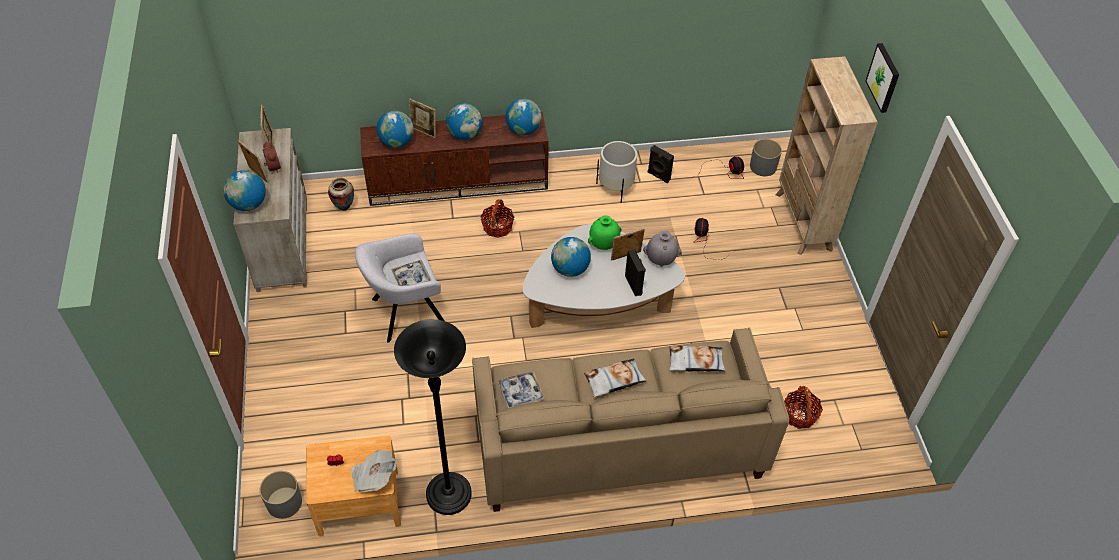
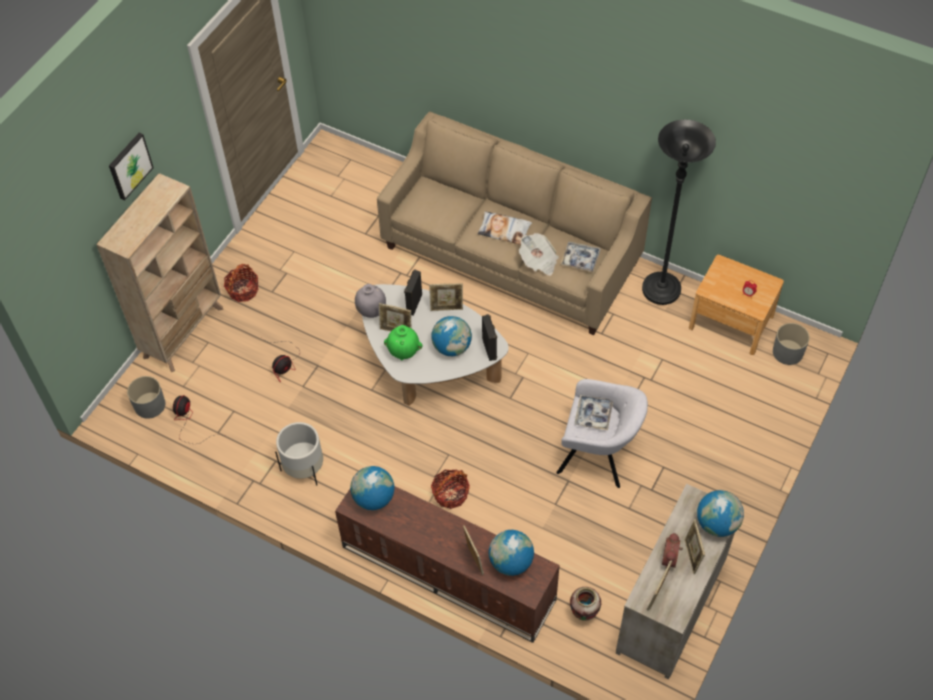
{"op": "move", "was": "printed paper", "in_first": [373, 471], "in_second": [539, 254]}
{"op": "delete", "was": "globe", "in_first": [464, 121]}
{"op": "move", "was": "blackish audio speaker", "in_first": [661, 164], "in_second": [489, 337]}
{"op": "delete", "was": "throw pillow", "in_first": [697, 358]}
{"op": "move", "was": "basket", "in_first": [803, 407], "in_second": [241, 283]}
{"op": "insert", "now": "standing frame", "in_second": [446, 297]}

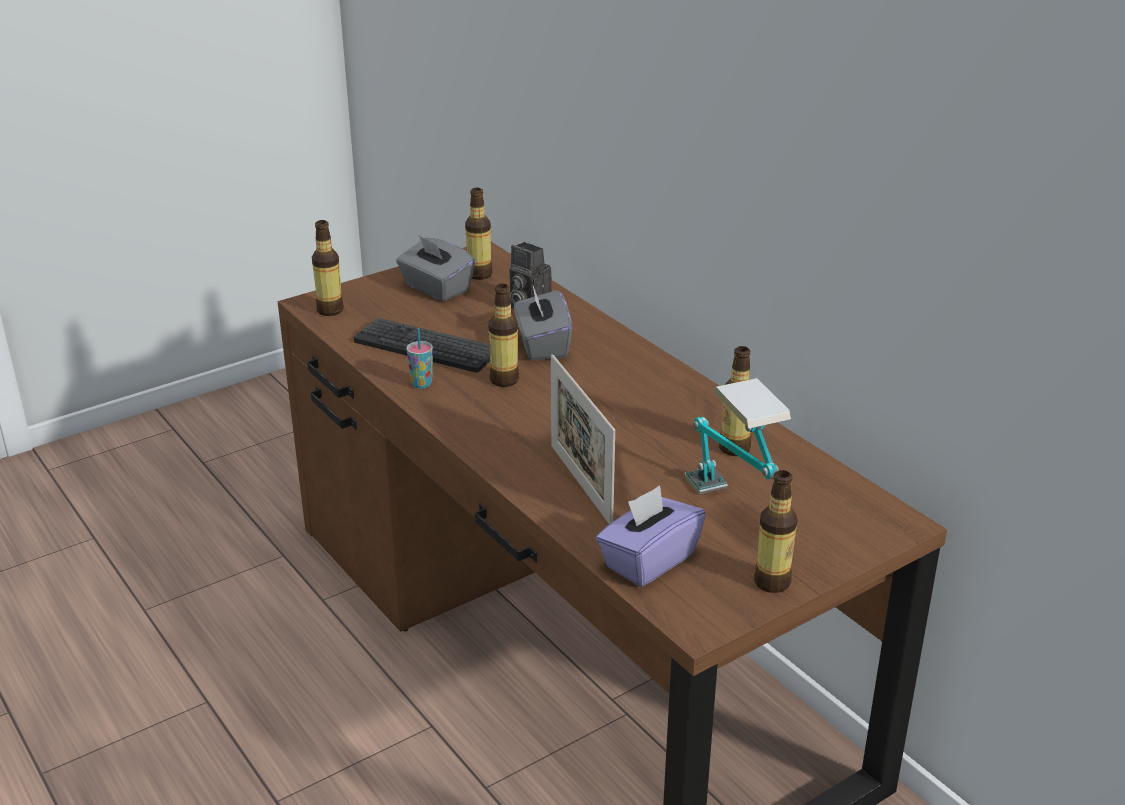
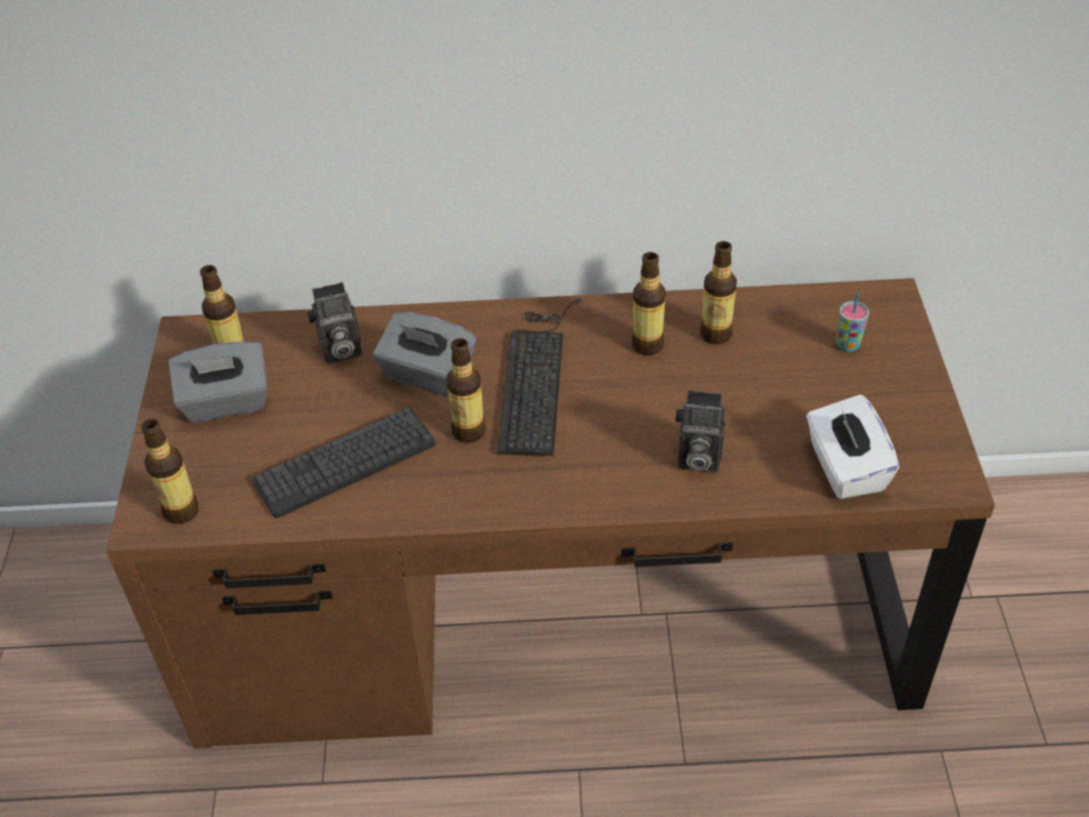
{"op": "move", "was": "small cup", "in_first": [419, 358], "in_second": [853, 322]}
{"op": "replace", "was": "standing frame", "now": "still camera", "in_first": [583, 439], "in_second": [700, 431]}
{"op": "recolor", "was": "purple box of tissues", "now": "white box of tissues", "in_first": [651, 536], "in_second": [852, 446]}
{"op": "delete", "was": "tabletop lamp", "in_first": [738, 436]}
{"op": "move", "was": "beverage bottle", "in_first": [775, 531], "in_second": [649, 303]}
{"op": "insert", "now": "keyboard", "in_second": [539, 377]}

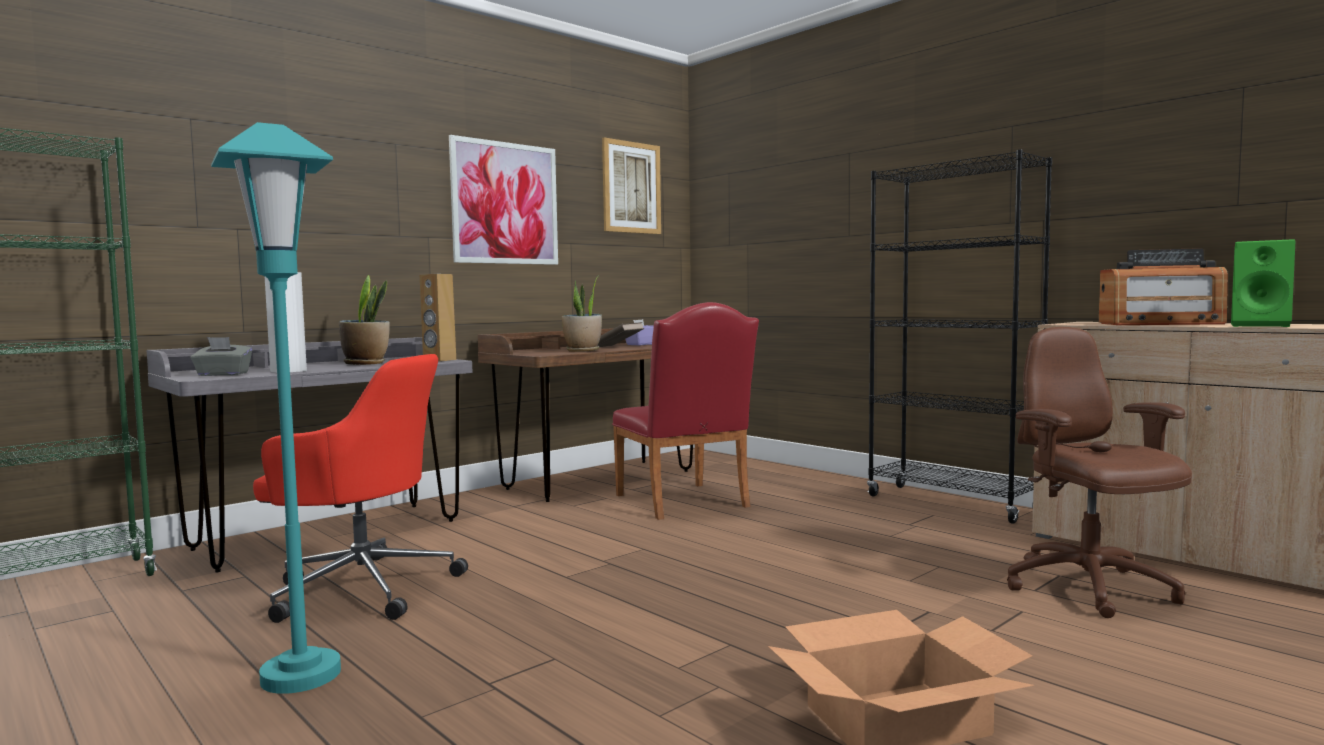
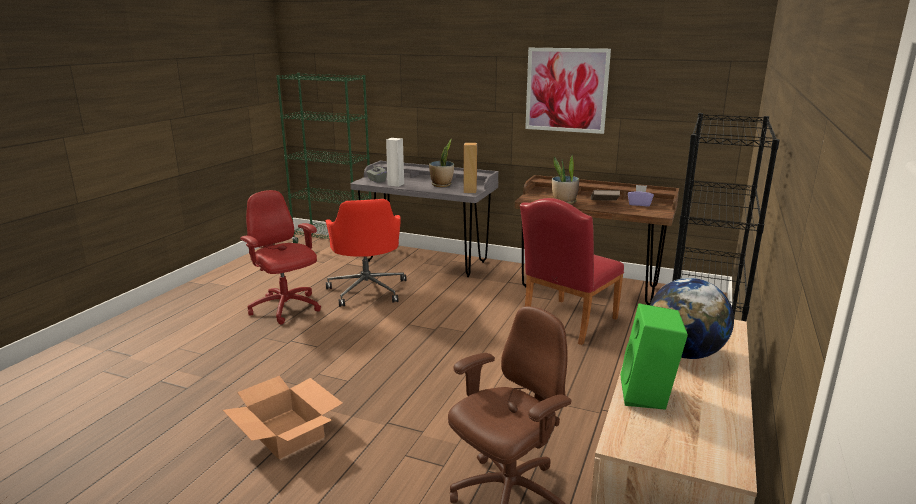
{"op": "replace", "was": "blue-green standing lamp", "now": "red office chair", "in_first": [276, 408], "in_second": [280, 257]}
{"op": "delete", "was": "wall art", "in_first": [631, 185]}
{"op": "replace", "was": "radio set", "now": "globe", "in_first": [1163, 286], "in_second": [692, 318]}

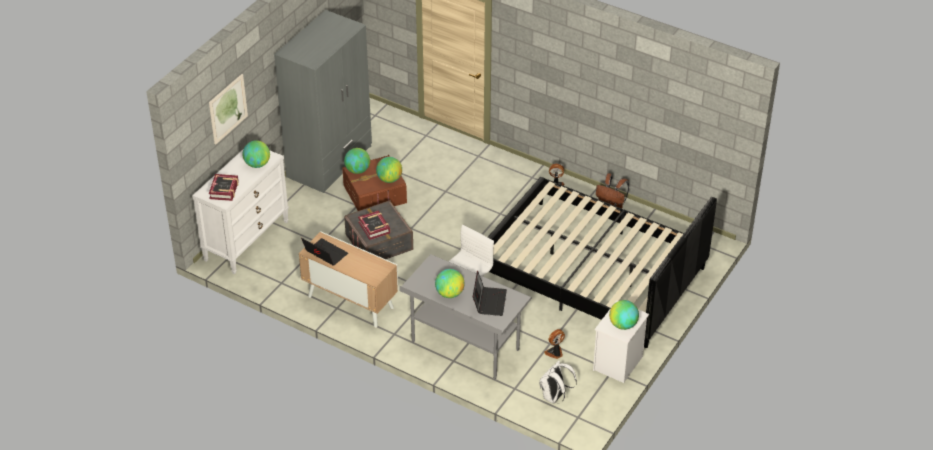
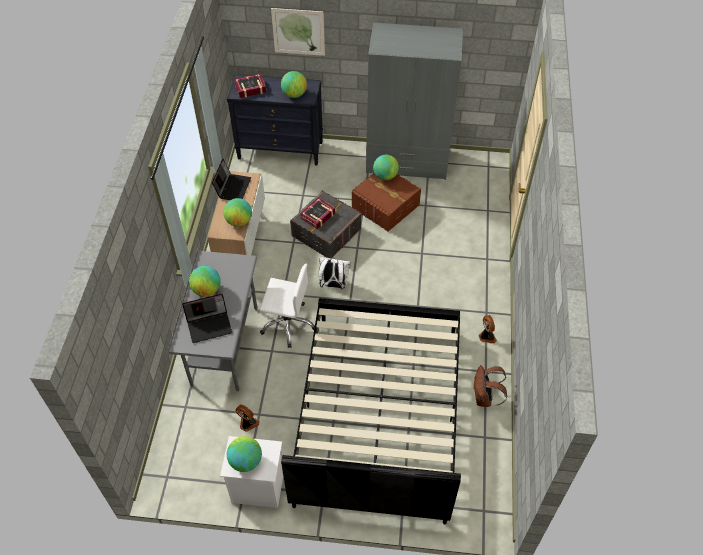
{"op": "recolor", "was": "white dresser", "now": "blackish dresser", "in_first": [240, 212], "in_second": [275, 119]}
{"op": "move", "was": "globe", "in_first": [389, 170], "in_second": [237, 212]}
{"op": "move", "was": "white backpack", "in_first": [558, 382], "in_second": [335, 273]}

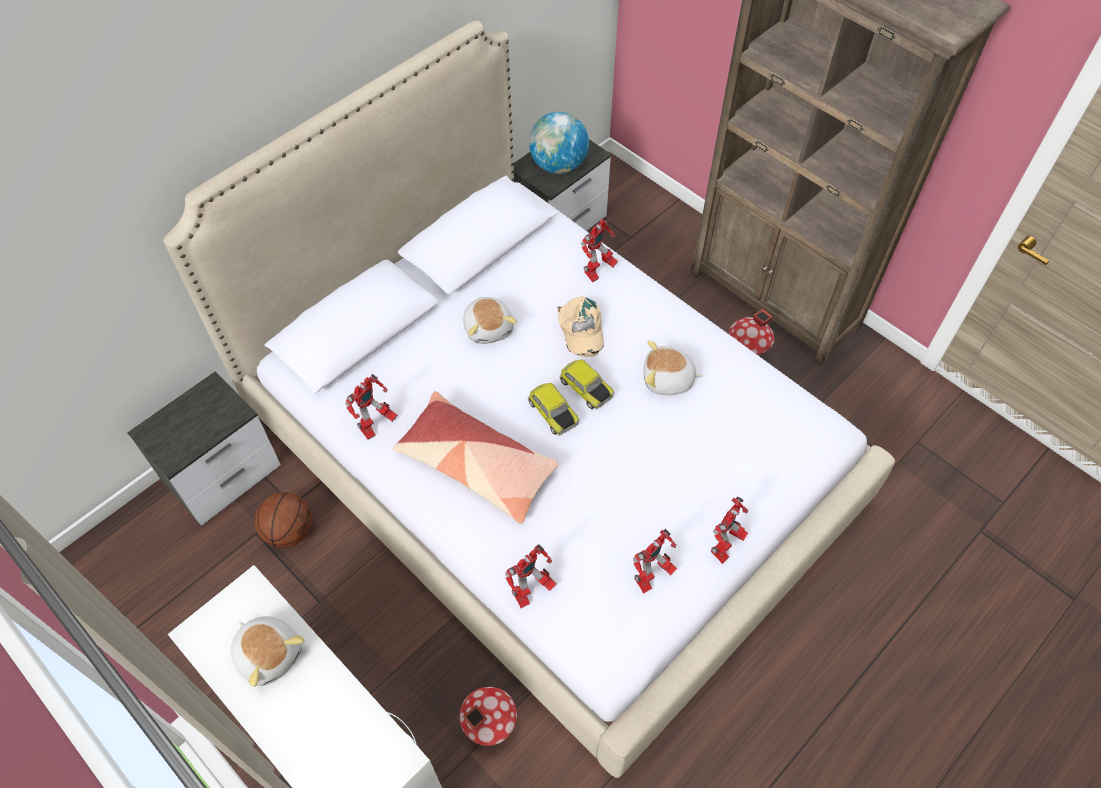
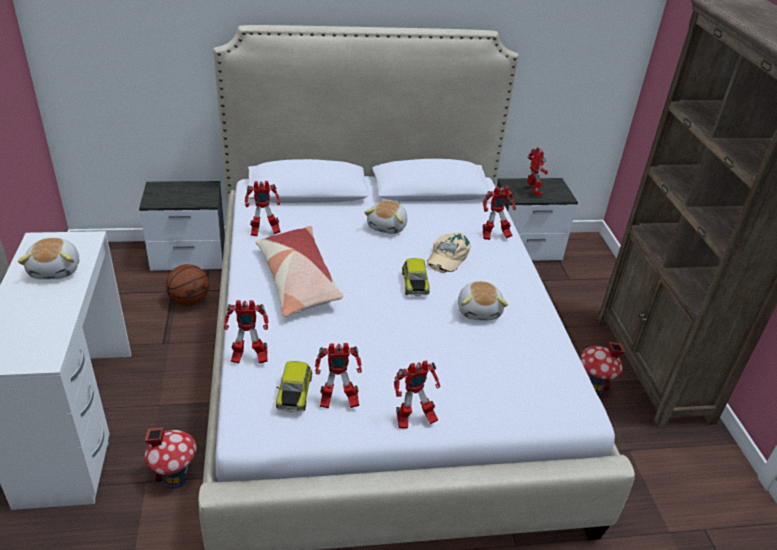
{"op": "move", "was": "toy car", "in_first": [553, 409], "in_second": [294, 386]}
{"op": "replace", "was": "globe", "now": "robot figure", "in_first": [559, 143], "in_second": [537, 171]}
{"op": "rotate", "was": "cuddly toy", "in_first": [673, 368], "in_second": [483, 301], "clockwise": -135}

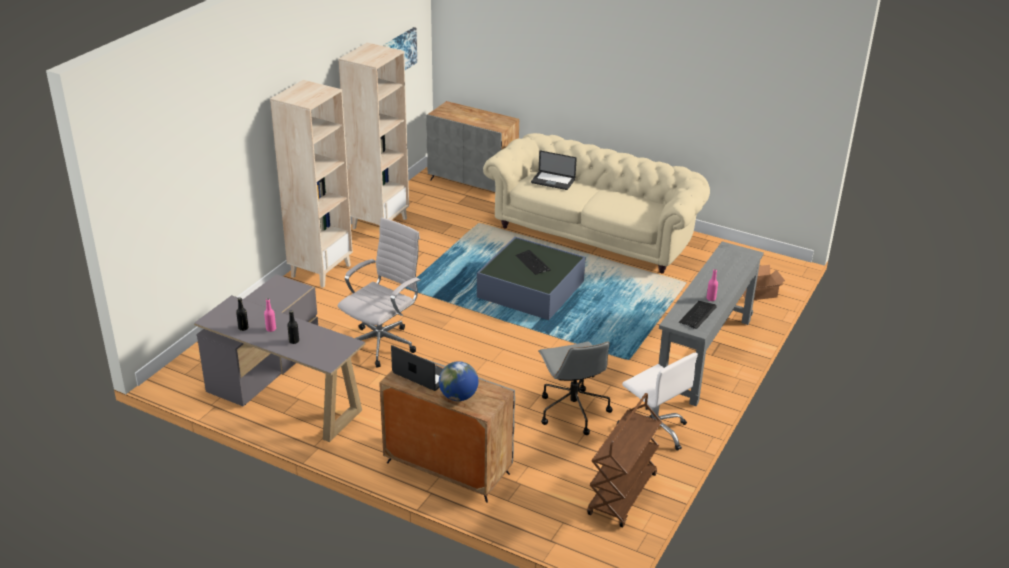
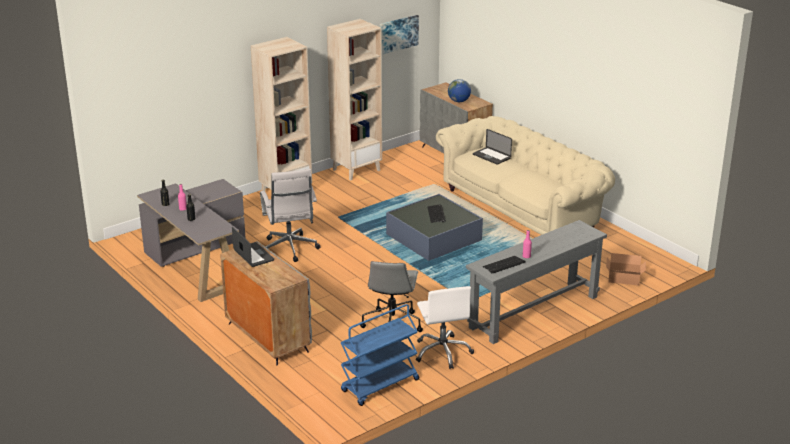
{"op": "rotate", "was": "white office chair", "in_first": [379, 292], "in_second": [290, 215], "clockwise": 105}
{"op": "move", "was": "globe", "in_first": [458, 381], "in_second": [459, 90]}
{"op": "recolor", "was": "brown-coloured wheeled cart", "now": "bluish wheeled cart", "in_first": [624, 460], "in_second": [380, 355]}

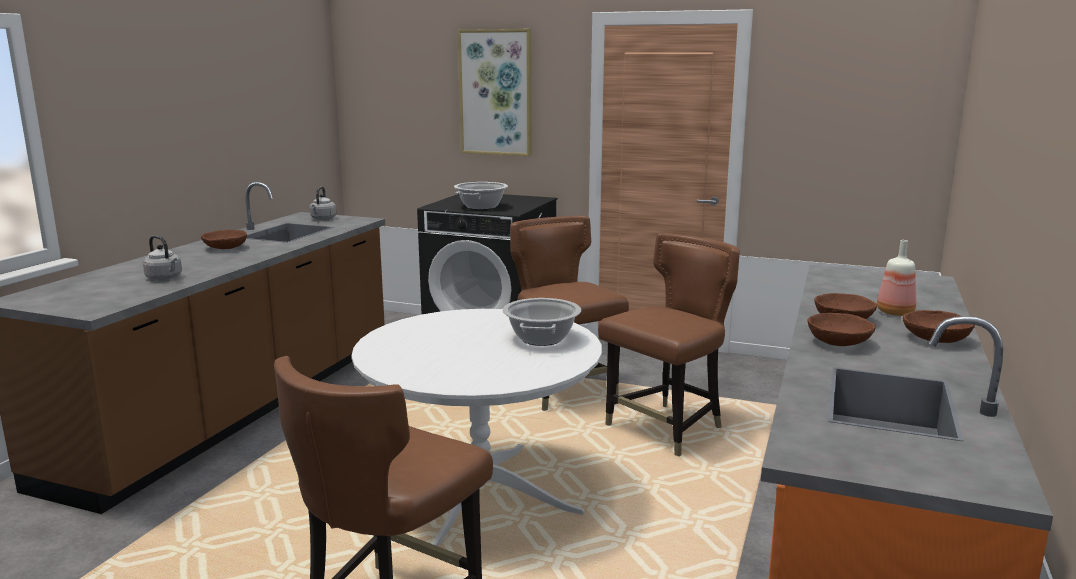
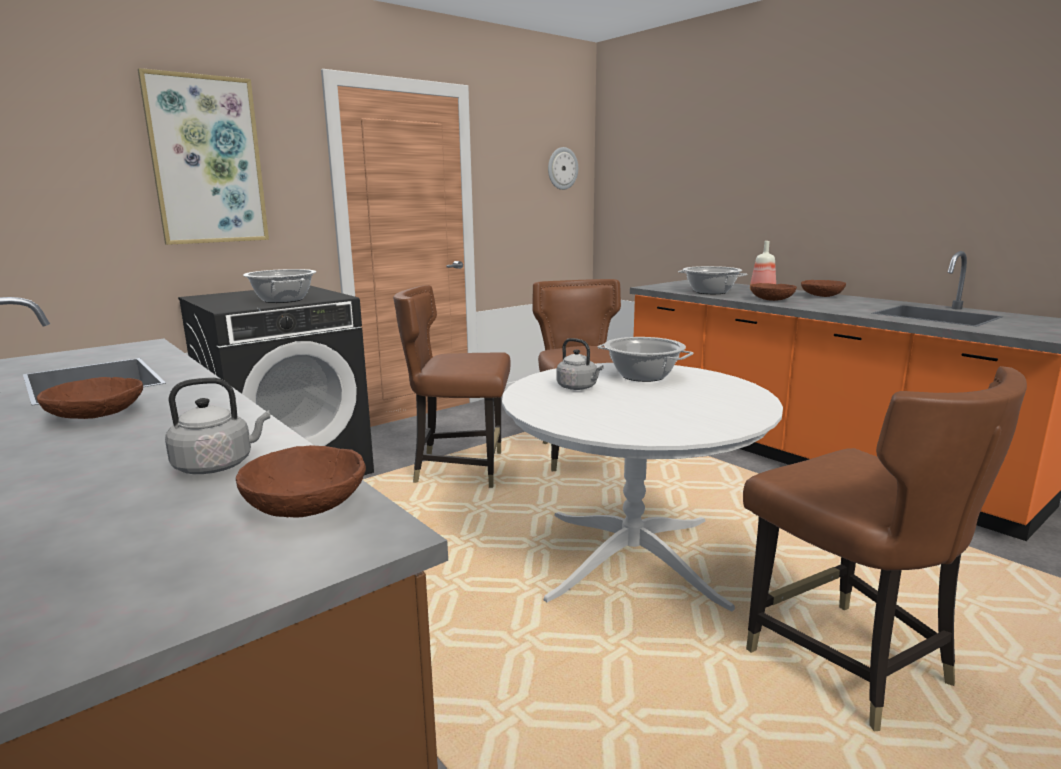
{"op": "move", "was": "gray water kettle", "in_first": [323, 203], "in_second": [580, 364]}
{"op": "move", "was": "brown-coloured serving bowl", "in_first": [842, 329], "in_second": [301, 481]}
{"op": "insert", "now": "wall clock", "in_second": [563, 168]}
{"op": "insert", "now": "cooking pot", "in_second": [713, 280]}

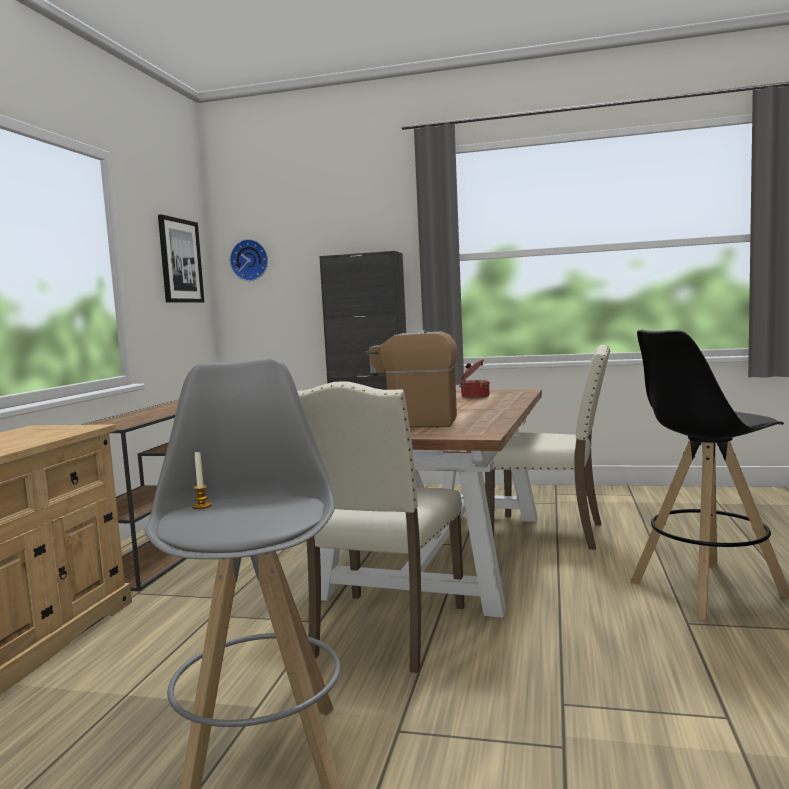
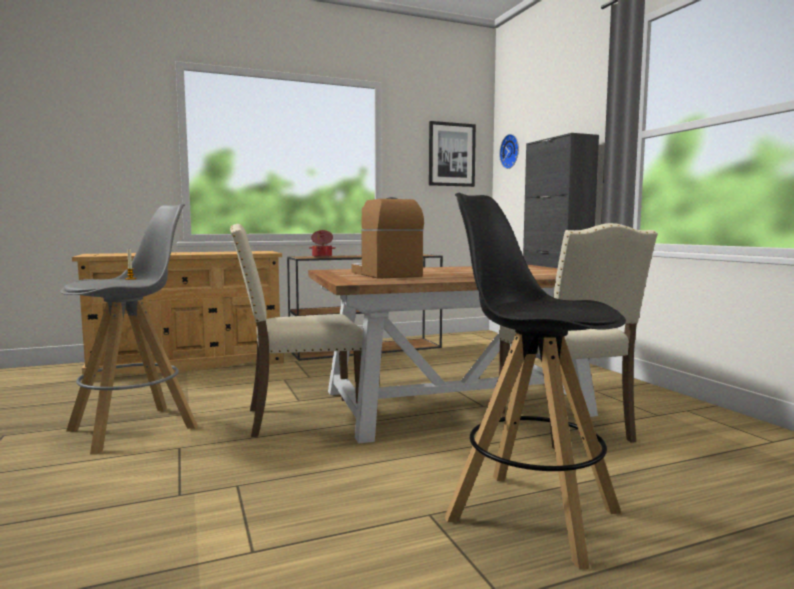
{"op": "move", "was": "cooking pot", "in_first": [474, 379], "in_second": [322, 243]}

